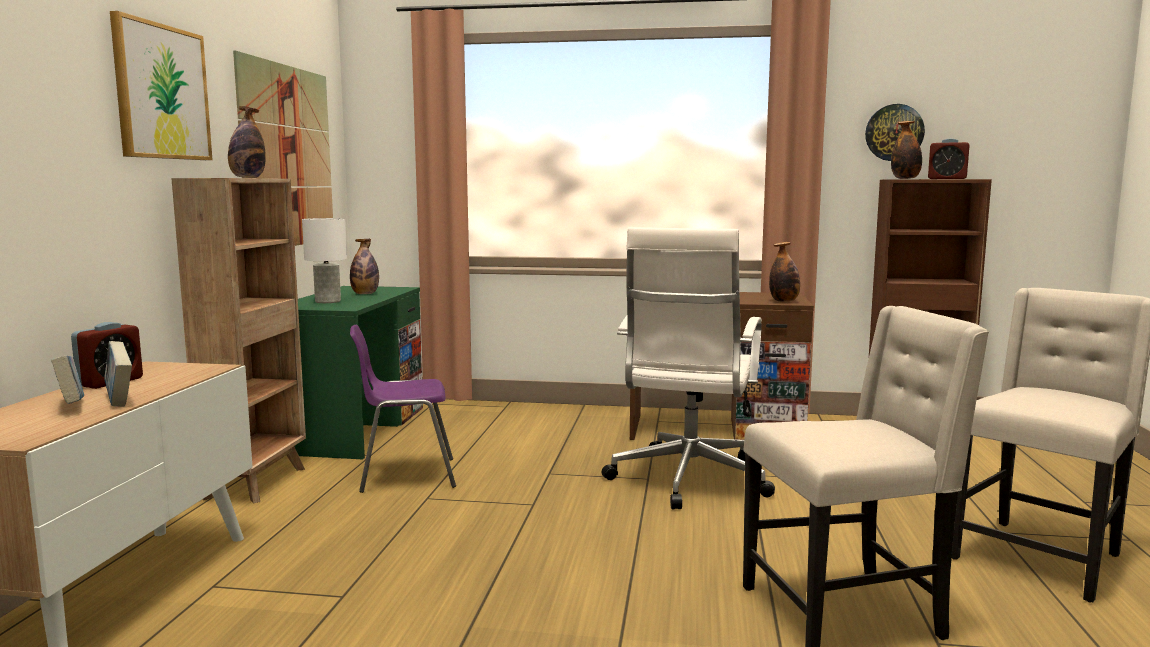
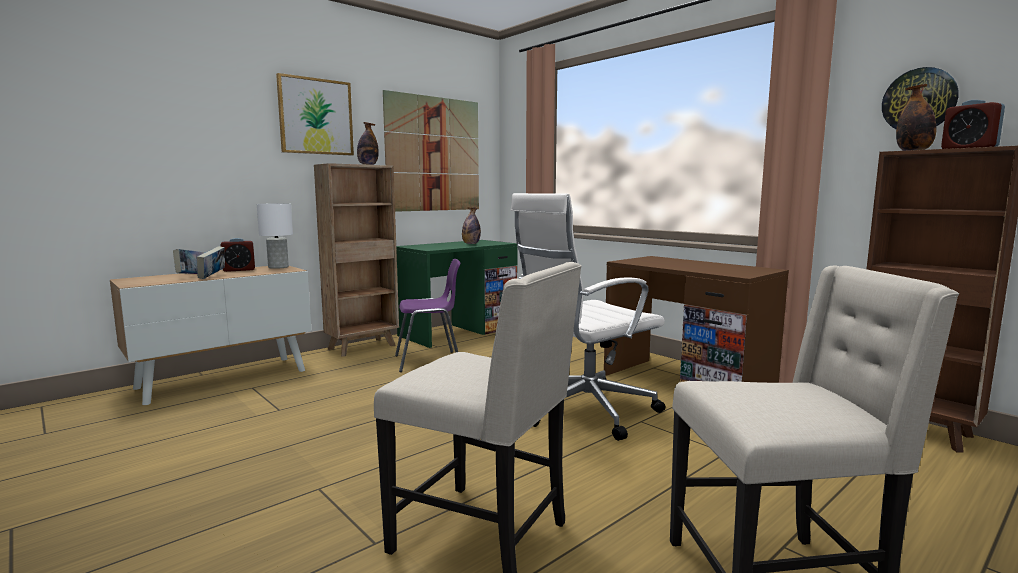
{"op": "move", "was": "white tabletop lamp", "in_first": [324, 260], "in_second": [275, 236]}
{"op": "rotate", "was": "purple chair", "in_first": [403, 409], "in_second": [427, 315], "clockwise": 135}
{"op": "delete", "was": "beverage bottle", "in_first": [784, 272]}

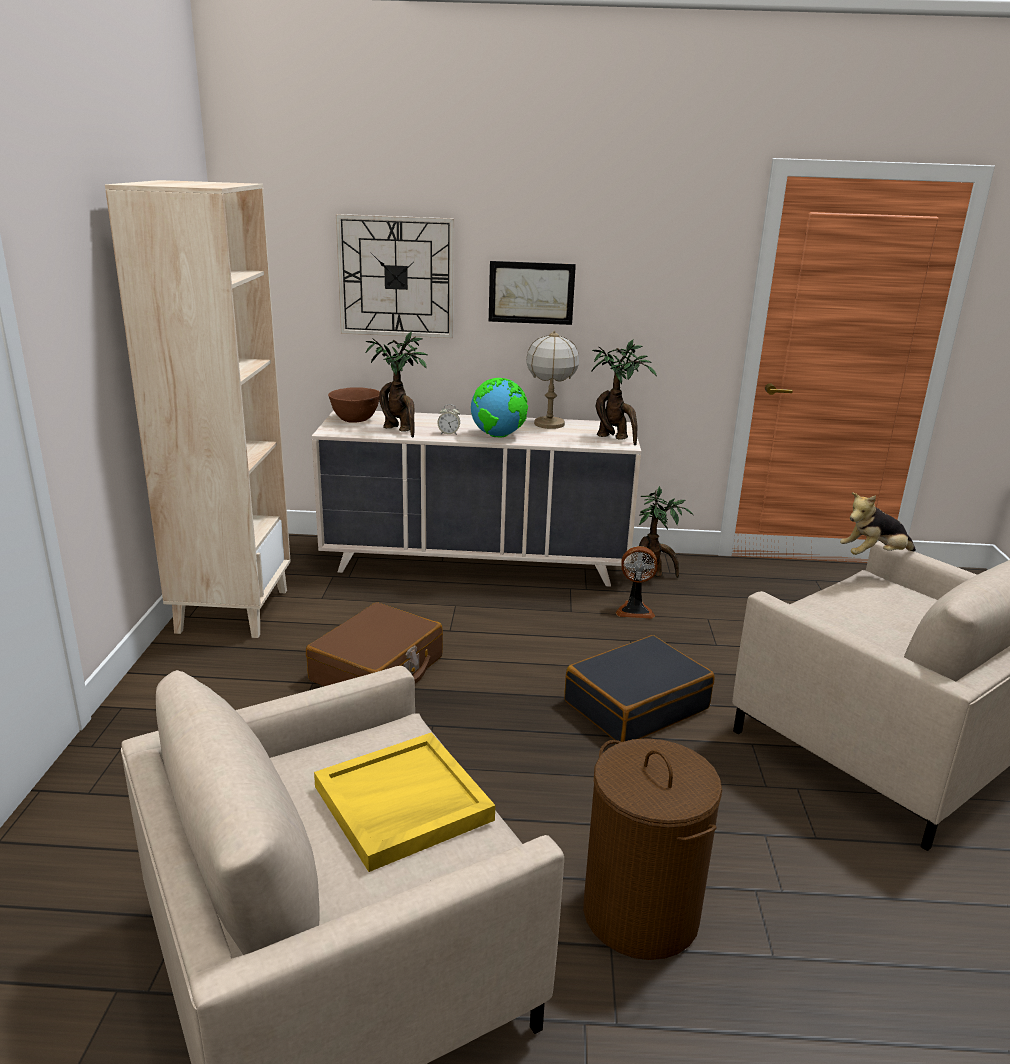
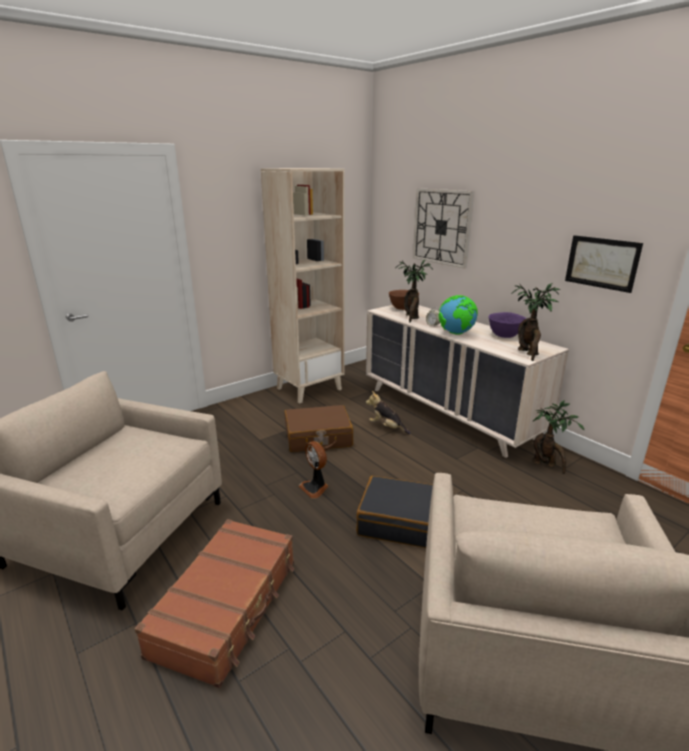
{"op": "delete", "was": "yellow-coloured serving tray", "in_first": [404, 802]}
{"op": "move", "was": "wall art", "in_first": [532, 293], "in_second": [604, 264]}
{"op": "replace", "was": "tabletop lamp", "now": "purple serving bowl", "in_first": [552, 379], "in_second": [507, 325]}
{"op": "replace", "was": "brown-coloured hamper", "now": "brown-coloured travel case", "in_first": [652, 849], "in_second": [214, 603]}
{"op": "move", "was": "cooling fan", "in_first": [636, 582], "in_second": [313, 470]}
{"op": "move", "was": "cuddly toy", "in_first": [878, 523], "in_second": [388, 412]}

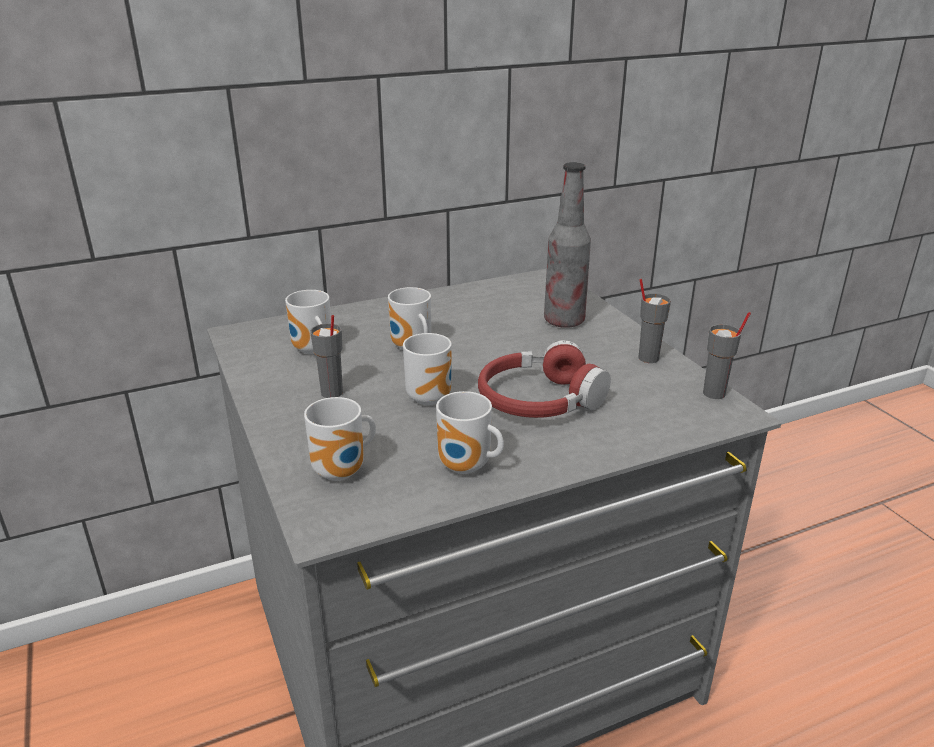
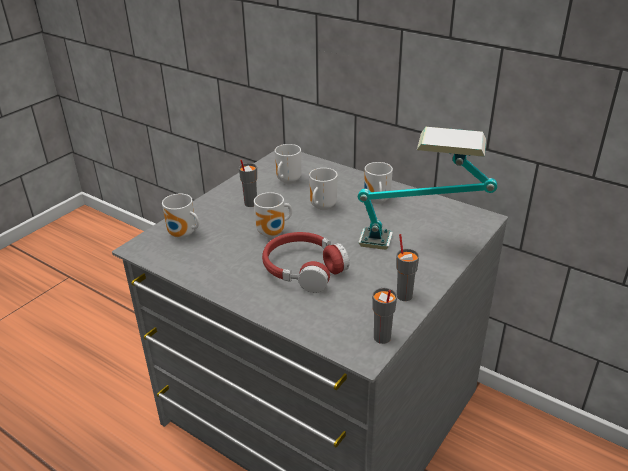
{"op": "move", "was": "mug", "in_first": [470, 432], "in_second": [378, 183]}
{"op": "replace", "was": "beverage bottle", "now": "tabletop lamp", "in_first": [567, 245], "in_second": [427, 188]}

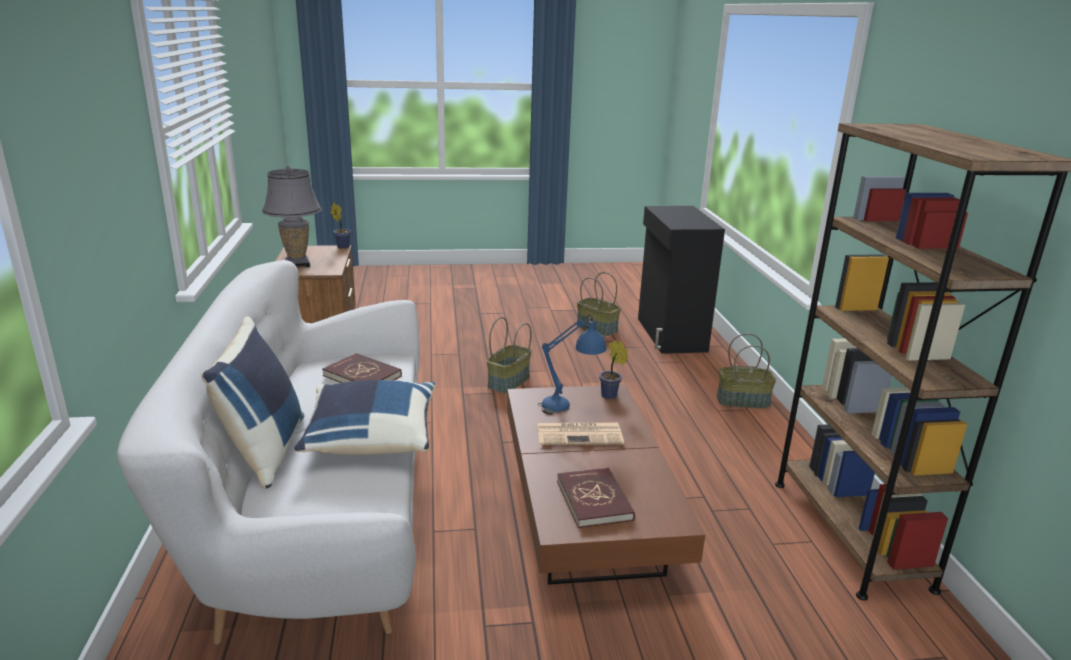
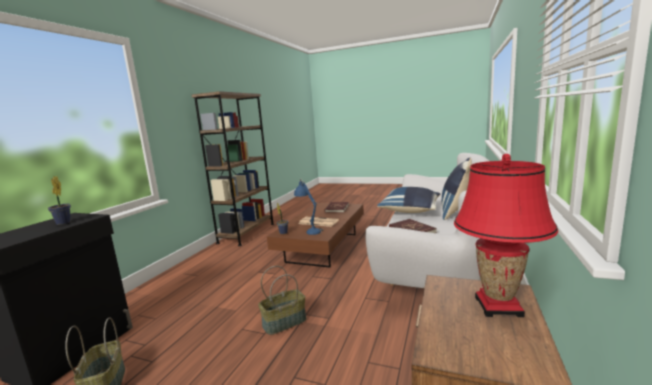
{"op": "recolor", "was": "gray tabletop lamp", "now": "red tabletop lamp", "in_first": [292, 216], "in_second": [506, 235]}
{"op": "move", "was": "houseplant", "in_first": [341, 225], "in_second": [59, 200]}
{"op": "delete", "was": "basket", "in_first": [746, 370]}

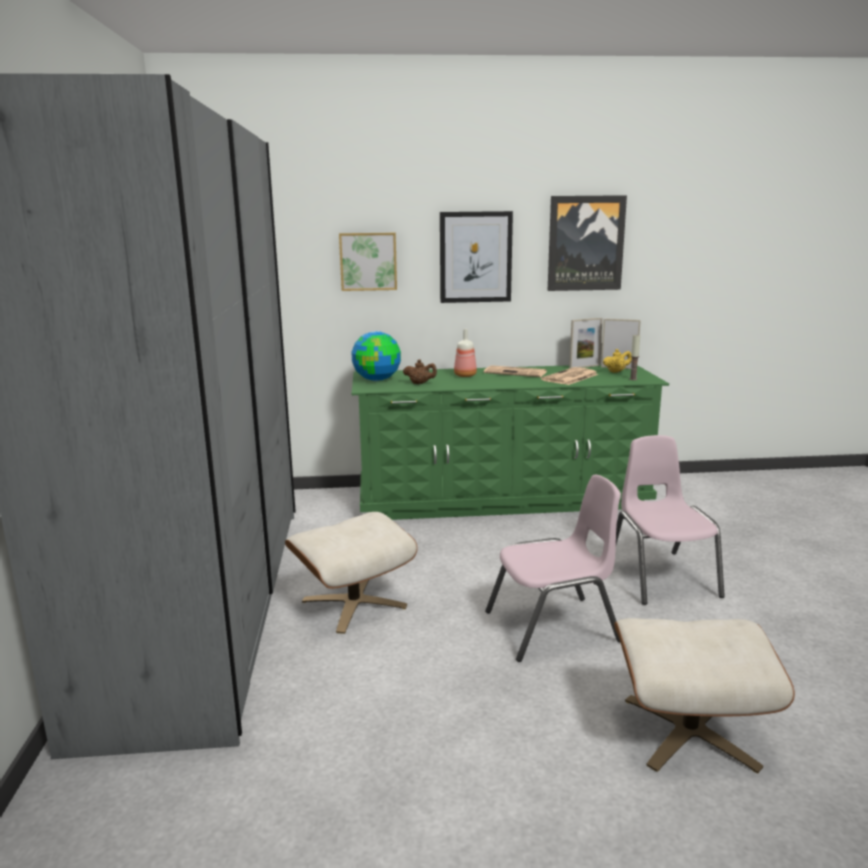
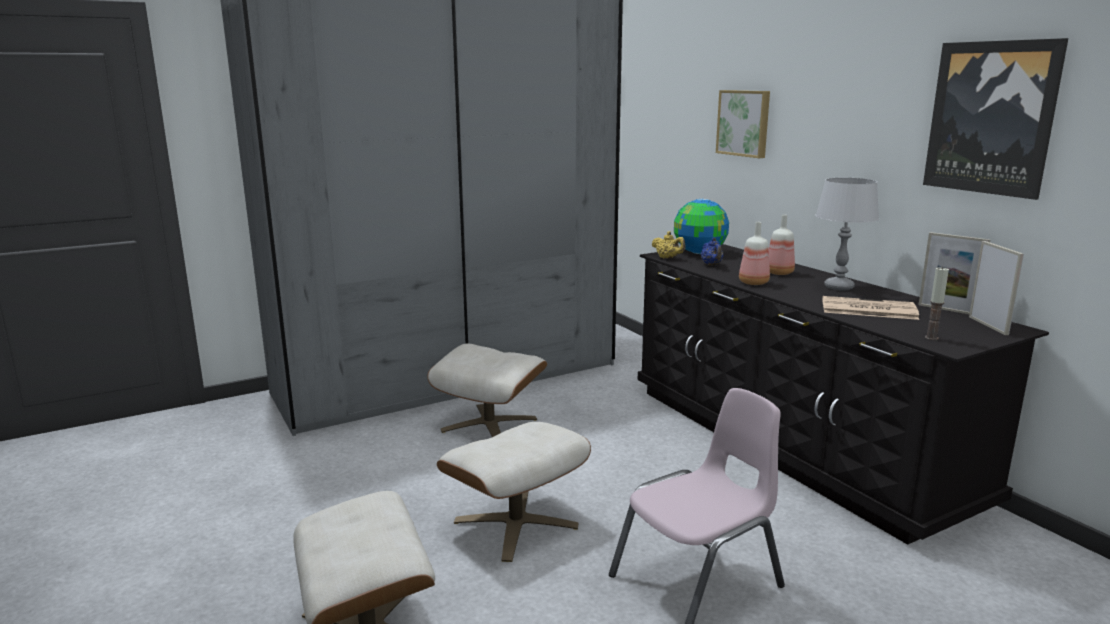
{"op": "recolor", "was": "green dresser", "now": "blackish dresser", "in_first": [510, 442], "in_second": [843, 394]}
{"op": "recolor", "was": "brown-coloured pot for tea", "now": "bluish pot for tea", "in_first": [420, 371], "in_second": [712, 251]}
{"op": "delete", "was": "wall art", "in_first": [476, 257]}
{"op": "replace", "was": "printed paper", "now": "gray tabletop lamp", "in_first": [515, 371], "in_second": [847, 234]}
{"op": "replace", "was": "pinkish chair", "now": "beige ottoman", "in_first": [553, 568], "in_second": [514, 492]}
{"op": "move", "was": "yellow-coloured pot for tea", "in_first": [617, 361], "in_second": [668, 245]}
{"op": "insert", "now": "beverage bottle", "in_second": [754, 253]}

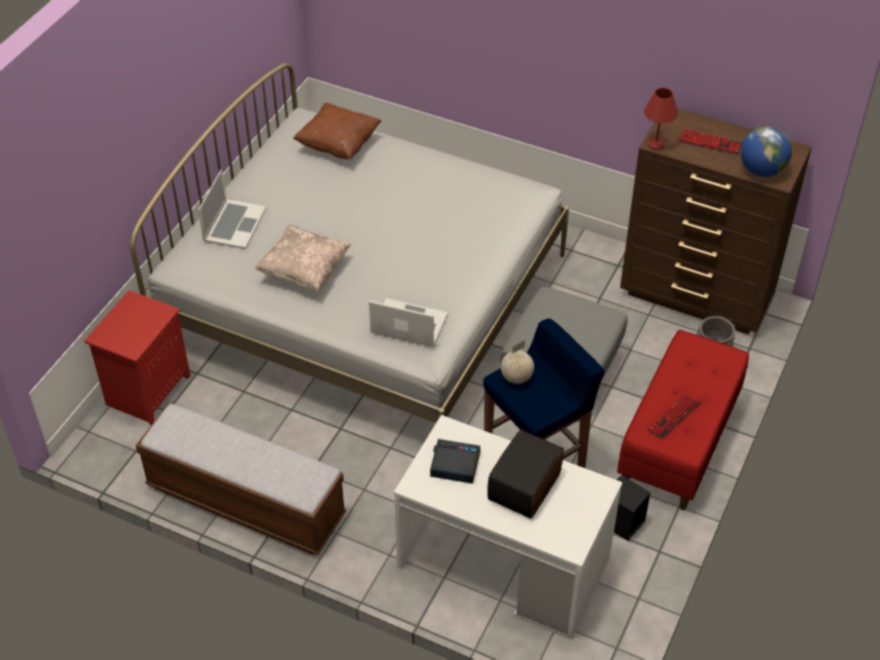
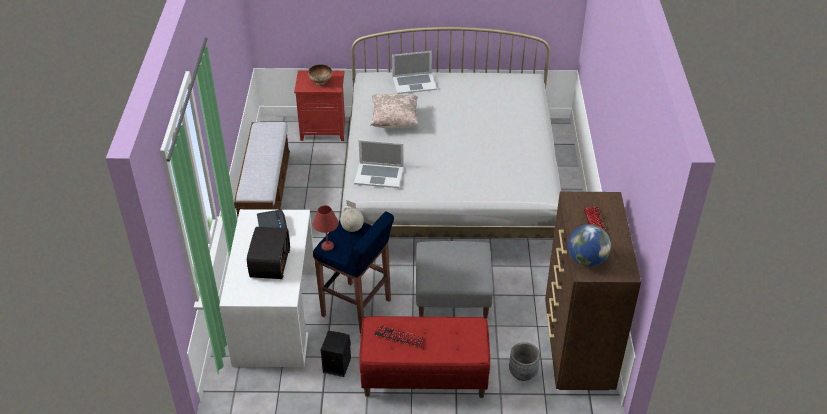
{"op": "delete", "was": "brown-coloured throw pillow", "in_first": [337, 131]}
{"op": "rotate", "was": "portable computer", "in_first": [408, 322], "in_second": [379, 164], "clockwise": 105}
{"op": "rotate", "was": "radio set", "in_first": [525, 474], "in_second": [268, 253], "clockwise": 90}
{"op": "move", "was": "red tabletop lamp", "in_first": [661, 119], "in_second": [326, 228]}
{"op": "insert", "now": "serving bowl", "in_second": [320, 75]}

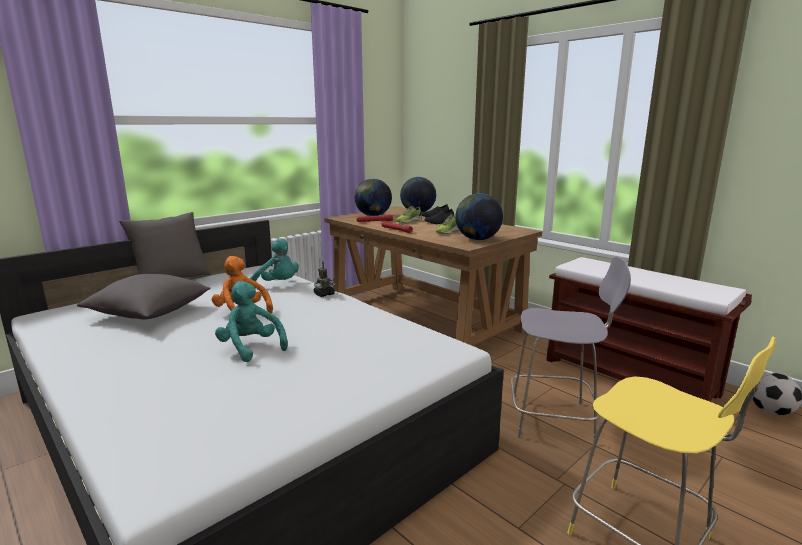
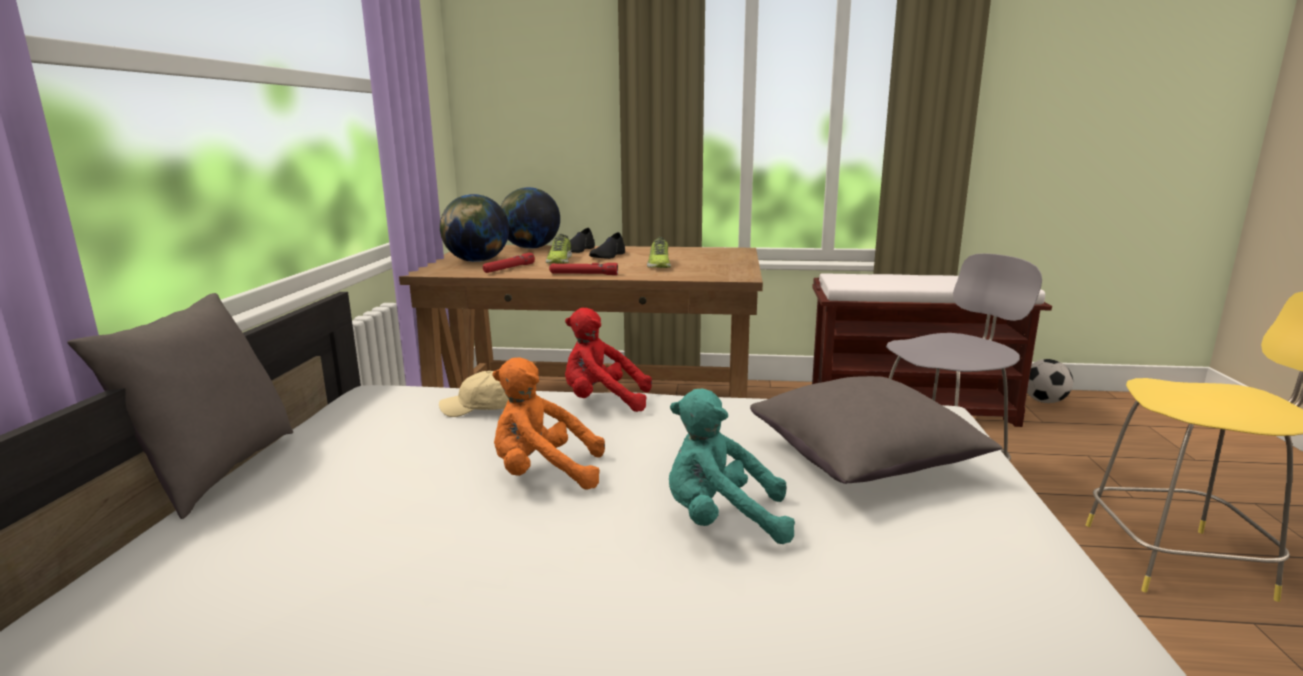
{"op": "move", "was": "gray throw pillow", "in_first": [144, 296], "in_second": [876, 430]}
{"op": "replace", "was": "blue-green cuddly toy", "now": "beige peaked cap", "in_first": [274, 260], "in_second": [474, 394]}
{"op": "replace", "was": "robot figure", "now": "red cuddly toy", "in_first": [324, 279], "in_second": [608, 360]}
{"op": "delete", "was": "globe", "in_first": [479, 216]}

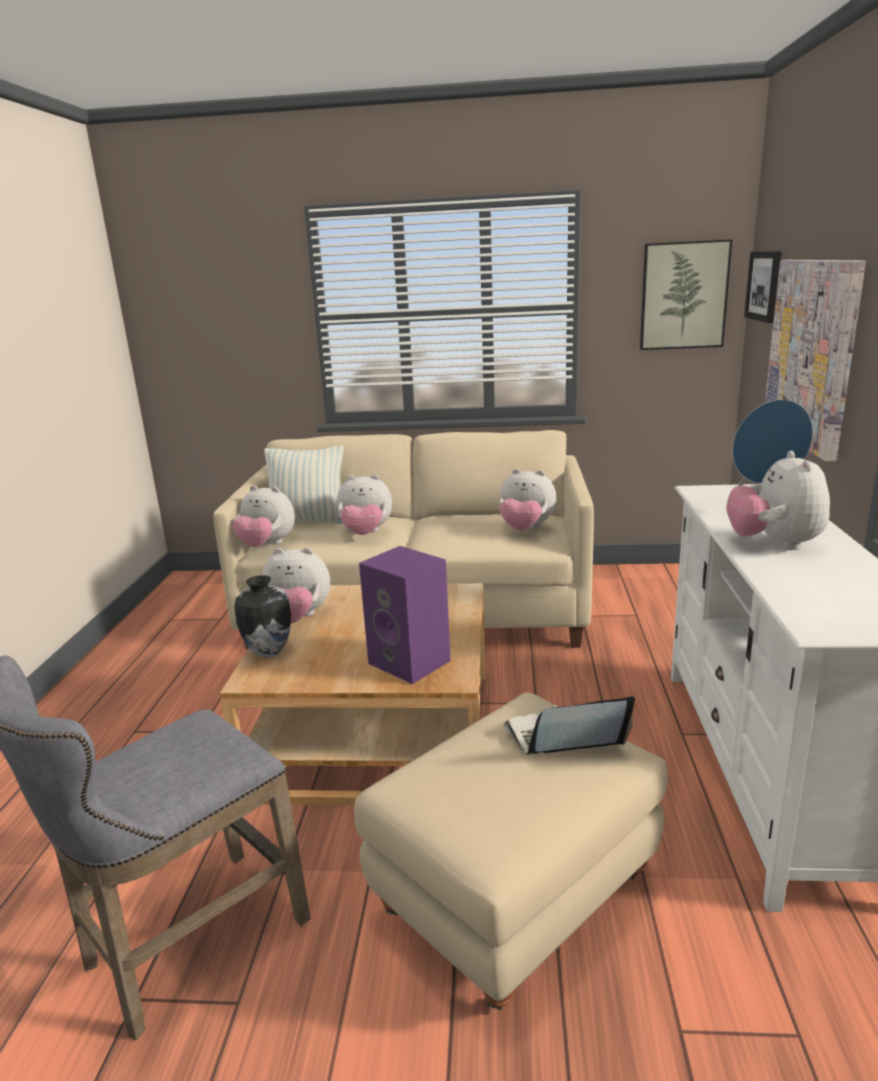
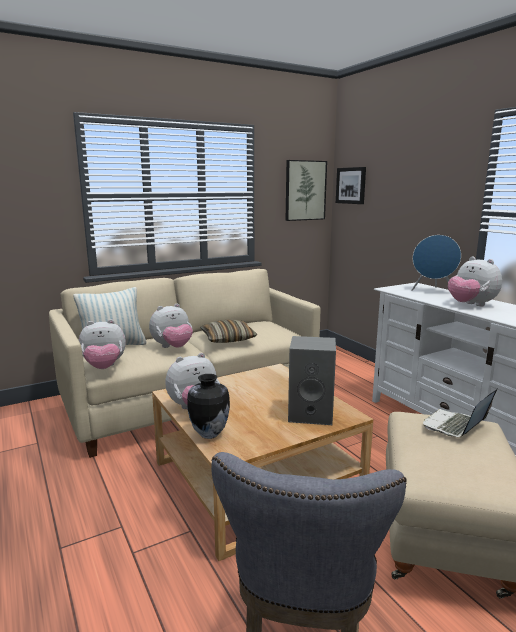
{"op": "recolor", "was": "purple audio speaker", "now": "gray audio speaker", "in_first": [405, 615], "in_second": [312, 380]}
{"op": "delete", "was": "cuddly toy", "in_first": [527, 499]}
{"op": "delete", "was": "wall art", "in_first": [815, 360]}
{"op": "insert", "now": "throw pillow", "in_second": [228, 331]}

